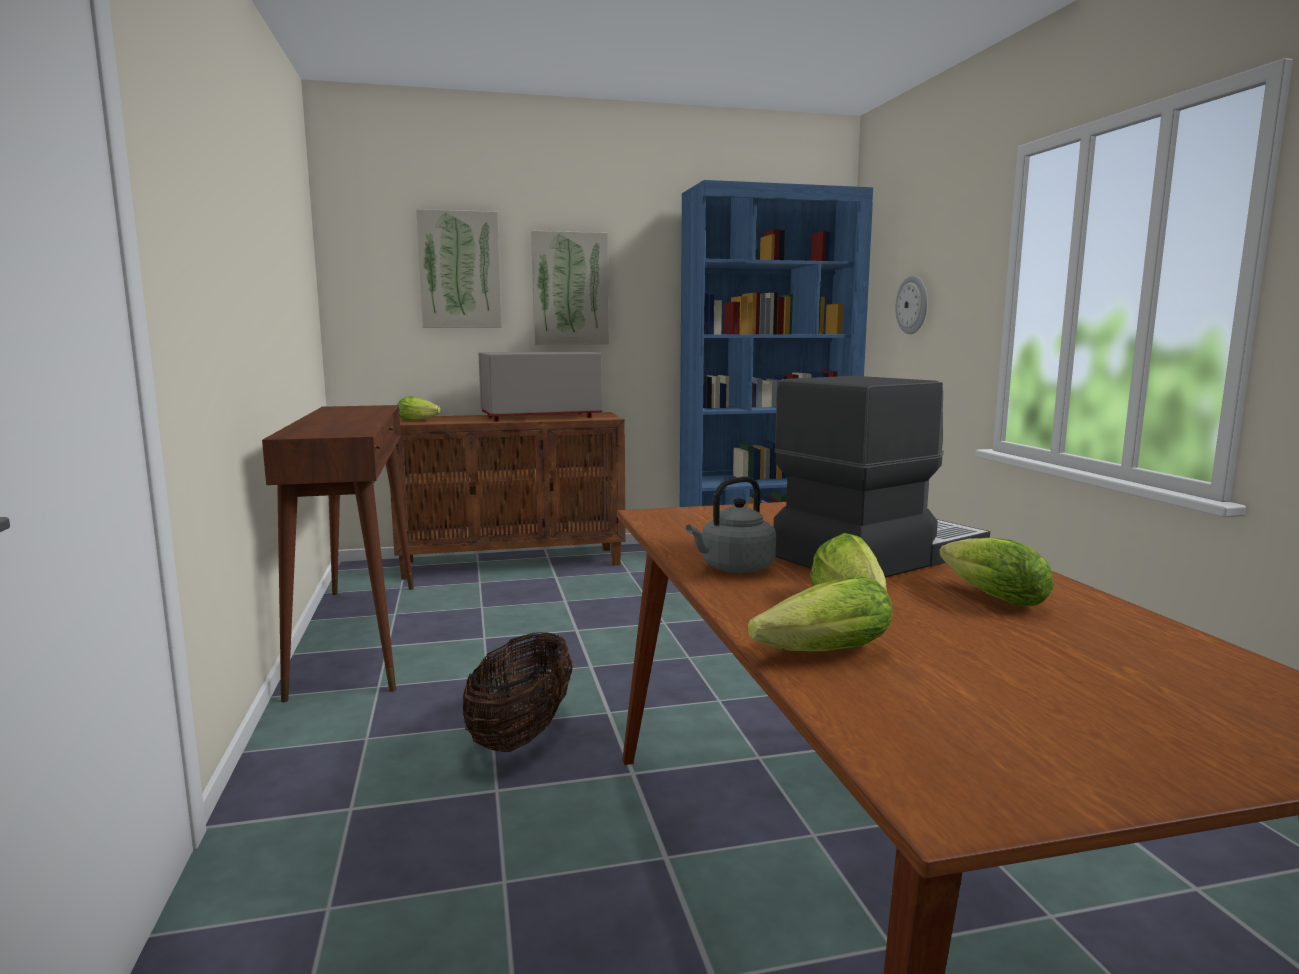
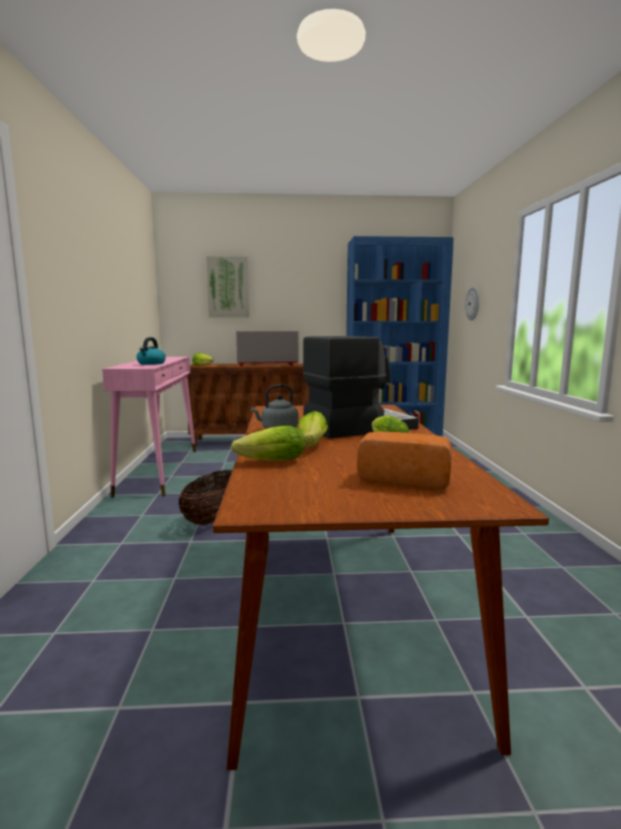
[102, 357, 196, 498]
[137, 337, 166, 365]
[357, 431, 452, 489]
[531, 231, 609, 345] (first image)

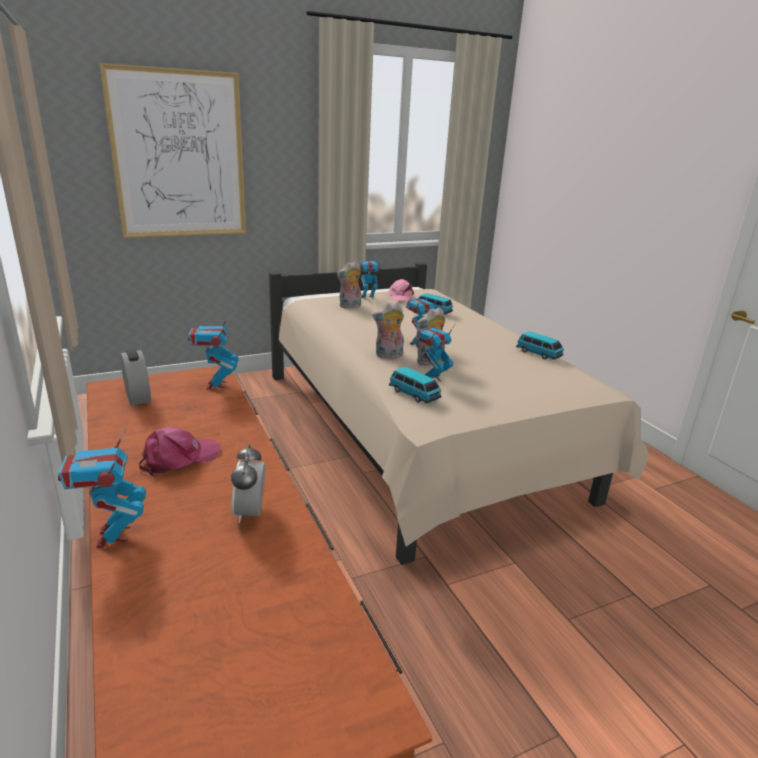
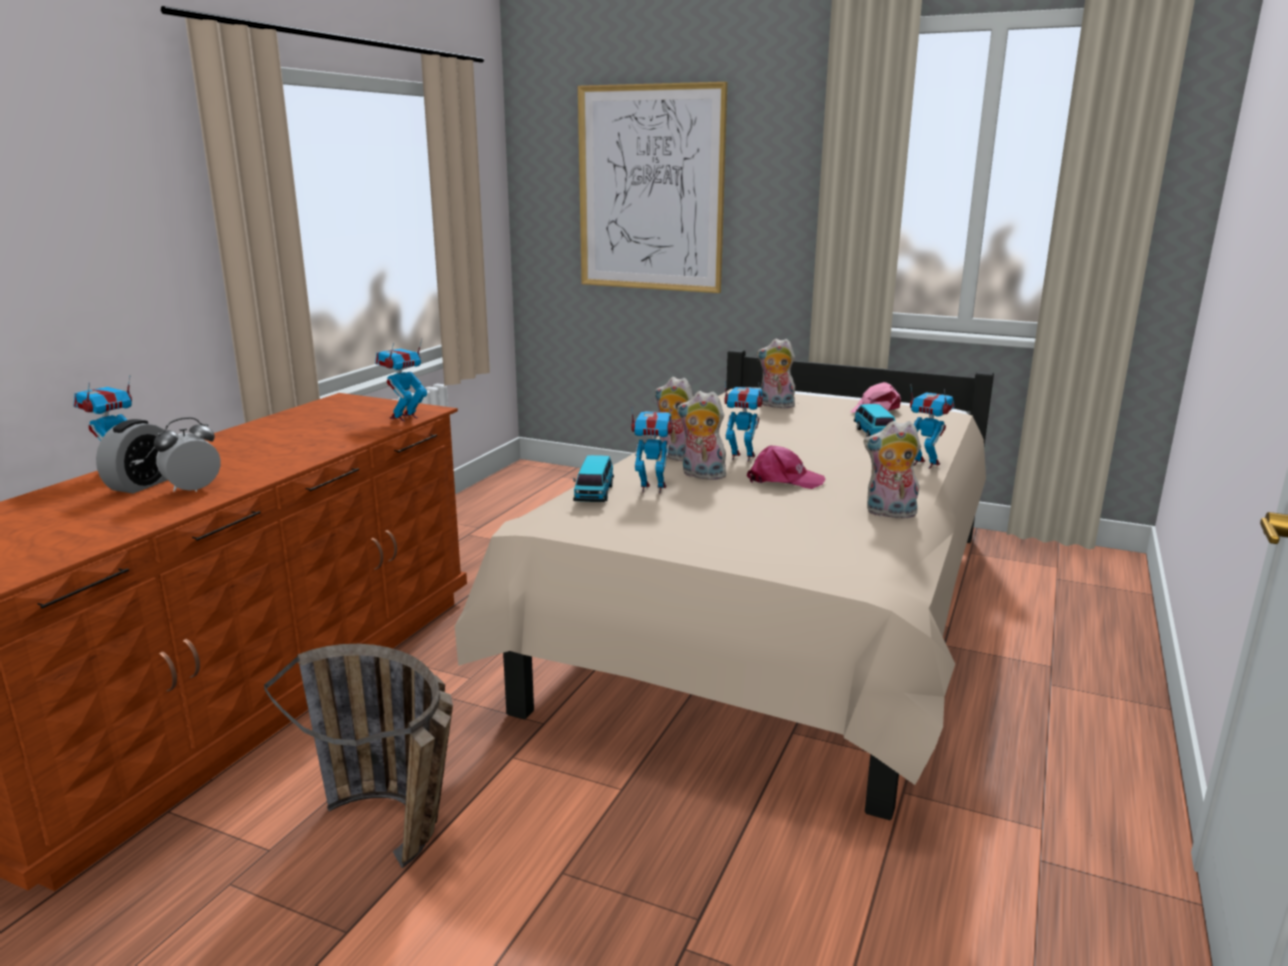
[96, 419, 167, 494]
[264, 644, 453, 868]
[747, 446, 825, 489]
[864, 421, 921, 518]
[910, 384, 955, 469]

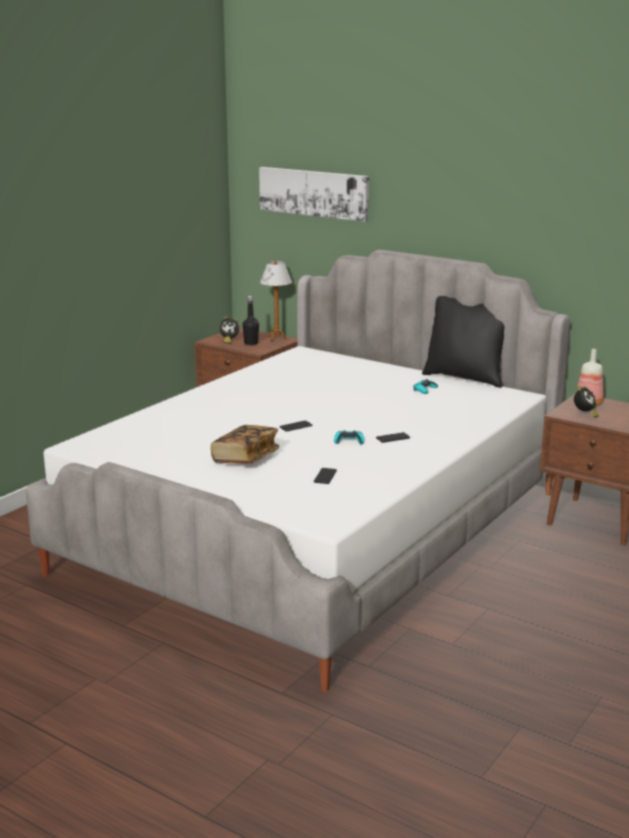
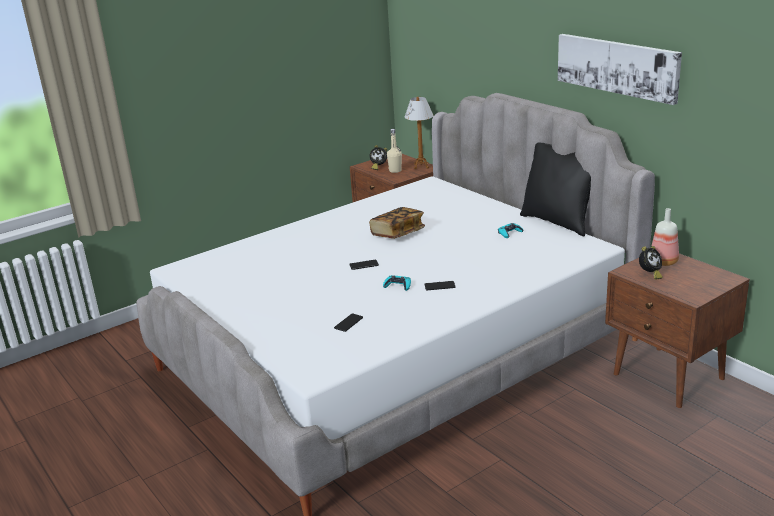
[369, 207, 425, 239]
[387, 129, 402, 173]
[558, 34, 682, 105]

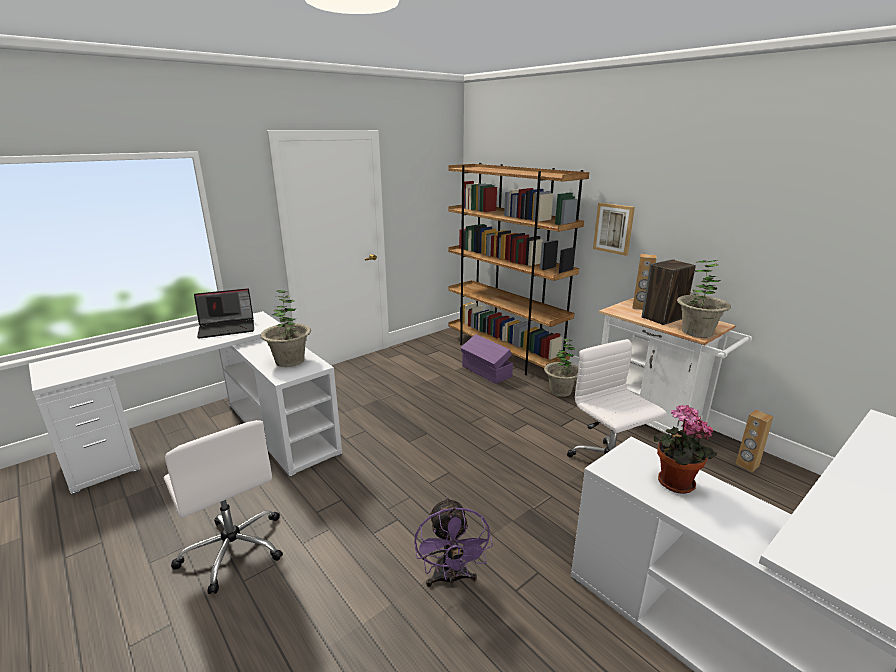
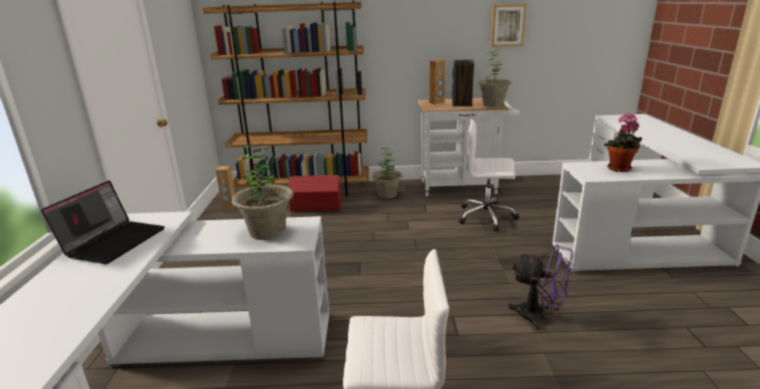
[216, 166, 235, 208]
[288, 175, 341, 212]
[491, 4, 527, 47]

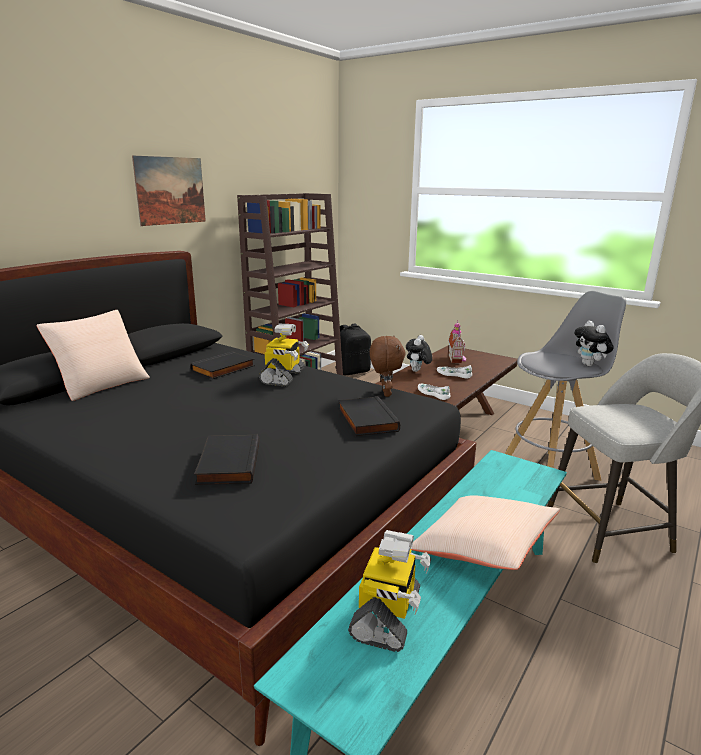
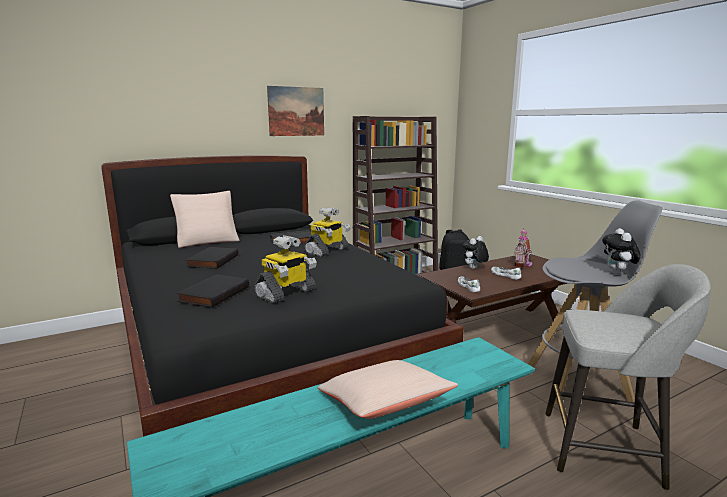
[186, 247, 239, 269]
[254, 235, 317, 303]
[370, 336, 406, 397] (first image)

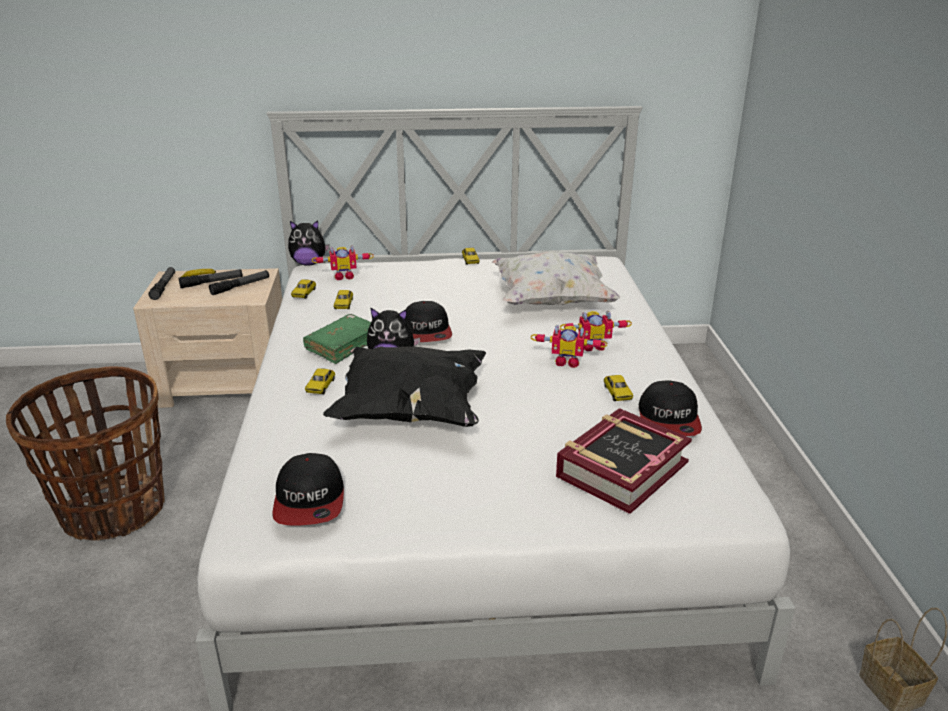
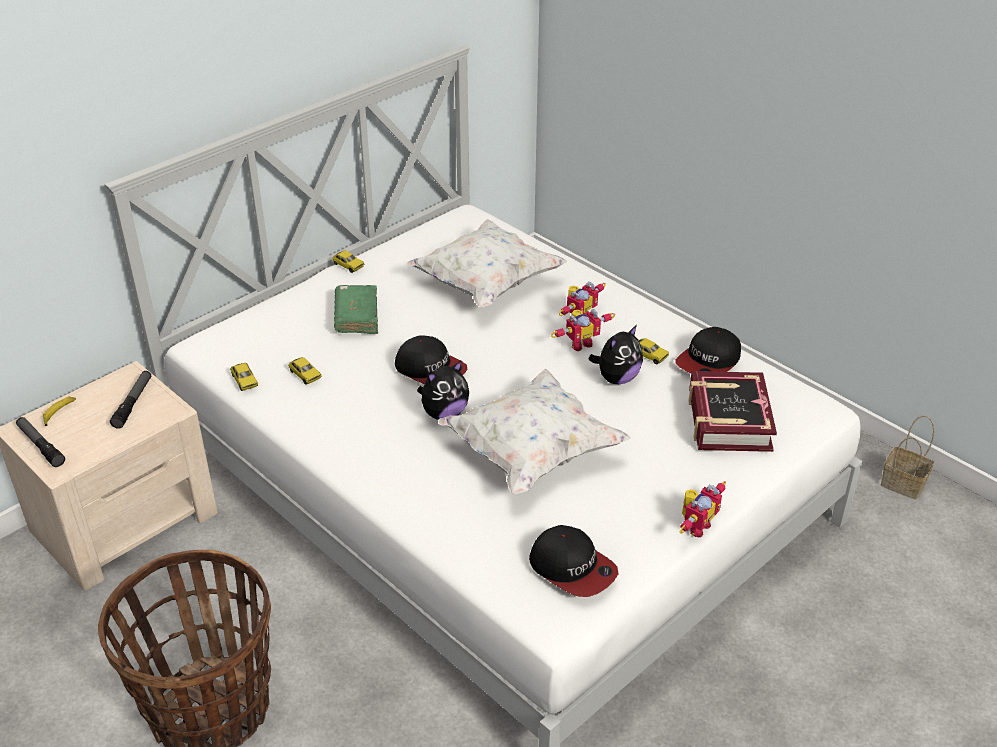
[334, 285, 378, 334]
[438, 369, 631, 494]
[588, 325, 643, 384]
[676, 327, 741, 373]
[680, 481, 726, 538]
[179, 269, 243, 288] (first image)
[305, 368, 335, 394] (first image)

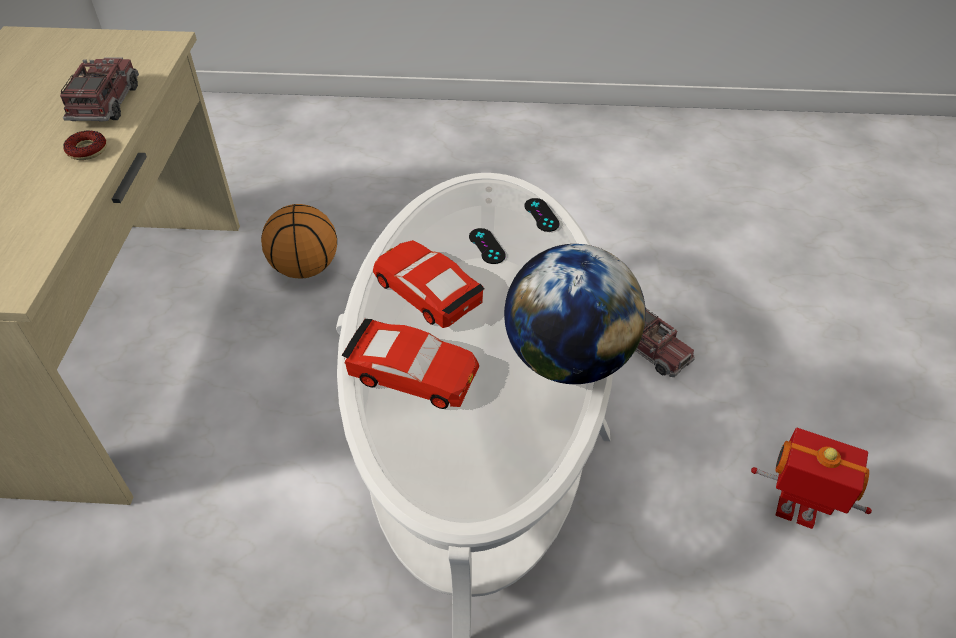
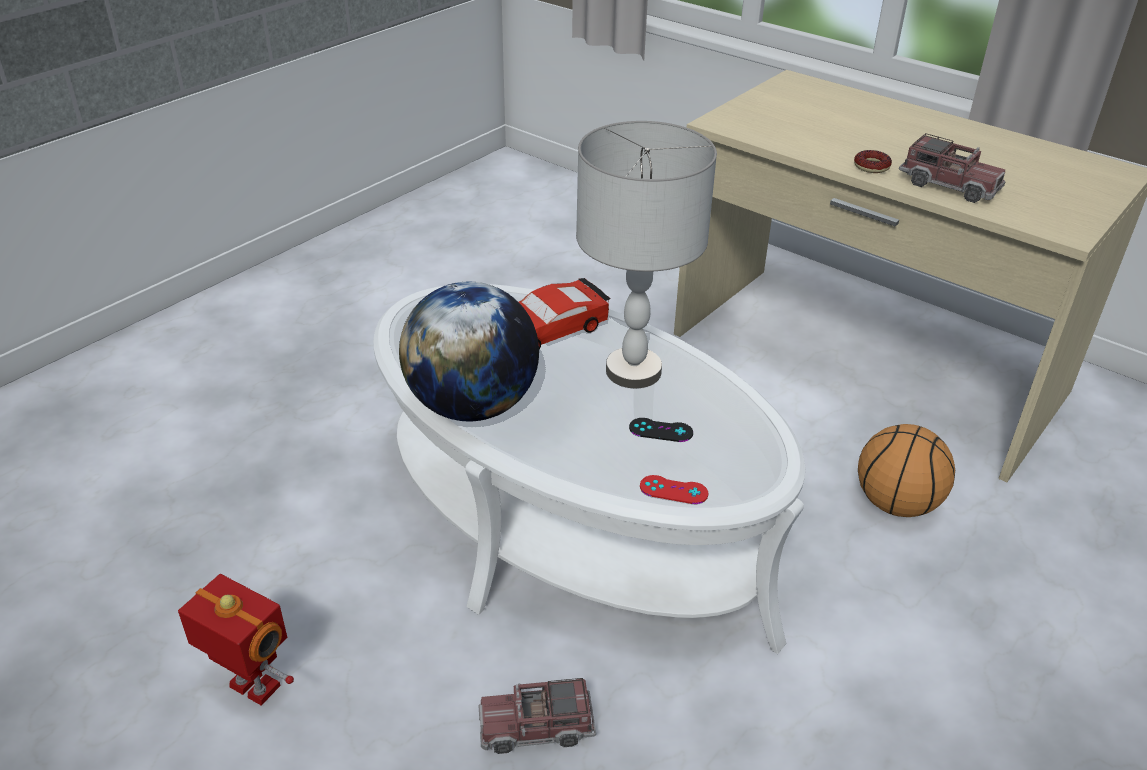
[178, 574, 294, 705]
[576, 121, 717, 388]
[640, 475, 708, 504]

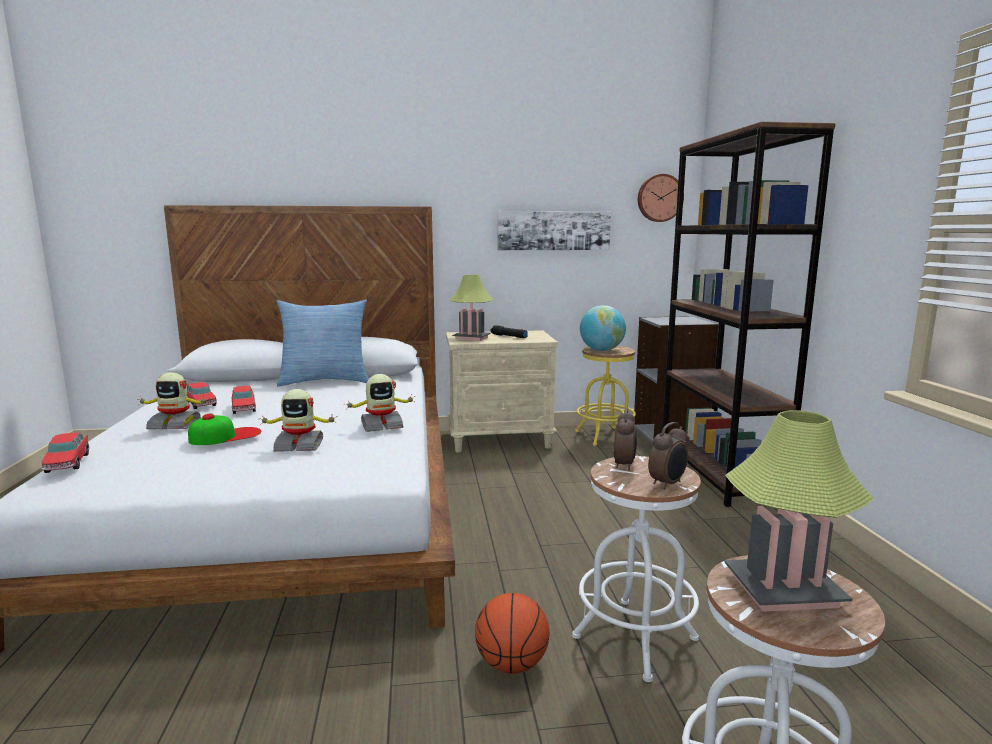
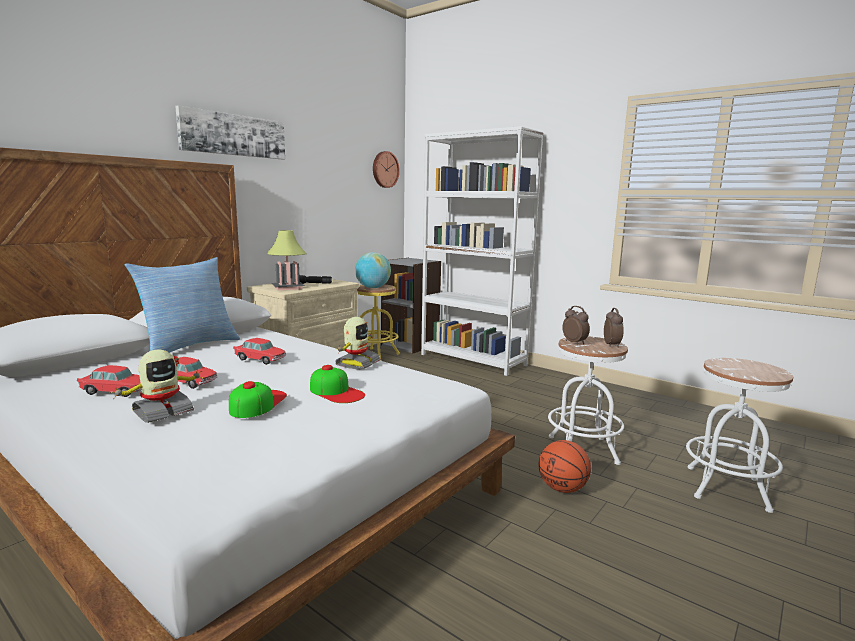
[175, 105, 285, 160]
[233, 338, 286, 365]
[310, 365, 365, 403]
[421, 126, 544, 376]
[724, 410, 874, 612] (first image)

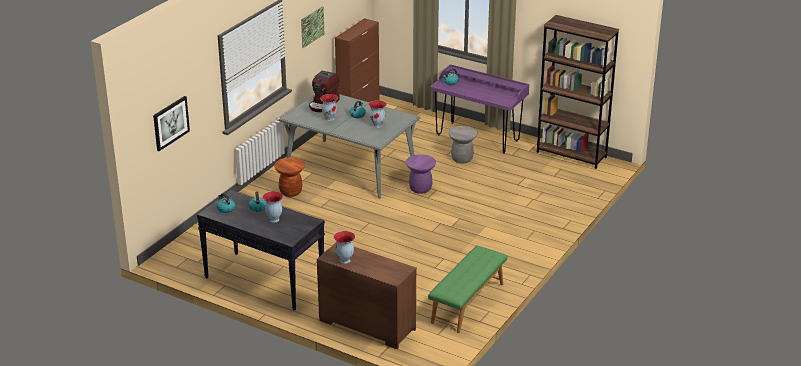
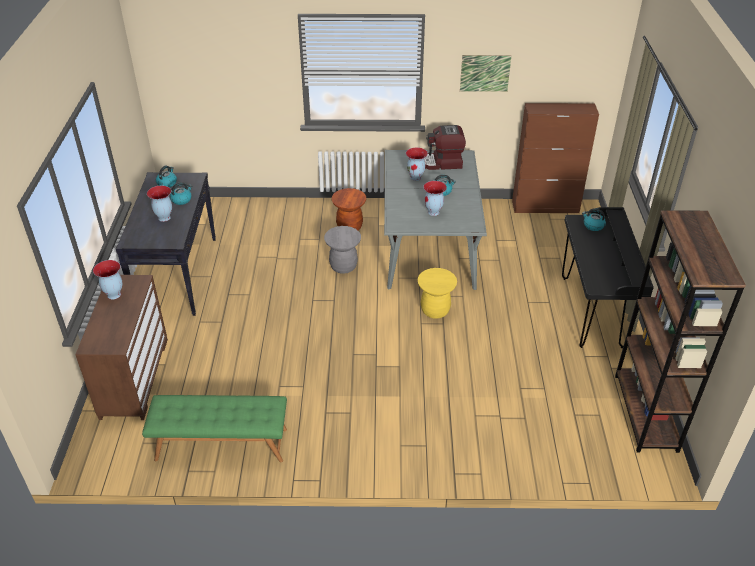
[324, 226, 361, 274]
[418, 268, 457, 319]
[562, 207, 654, 348]
[153, 96, 190, 151] (first image)

